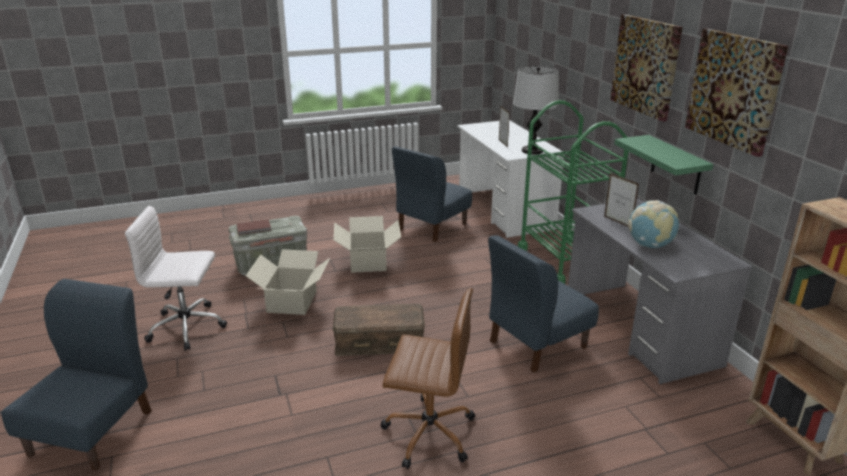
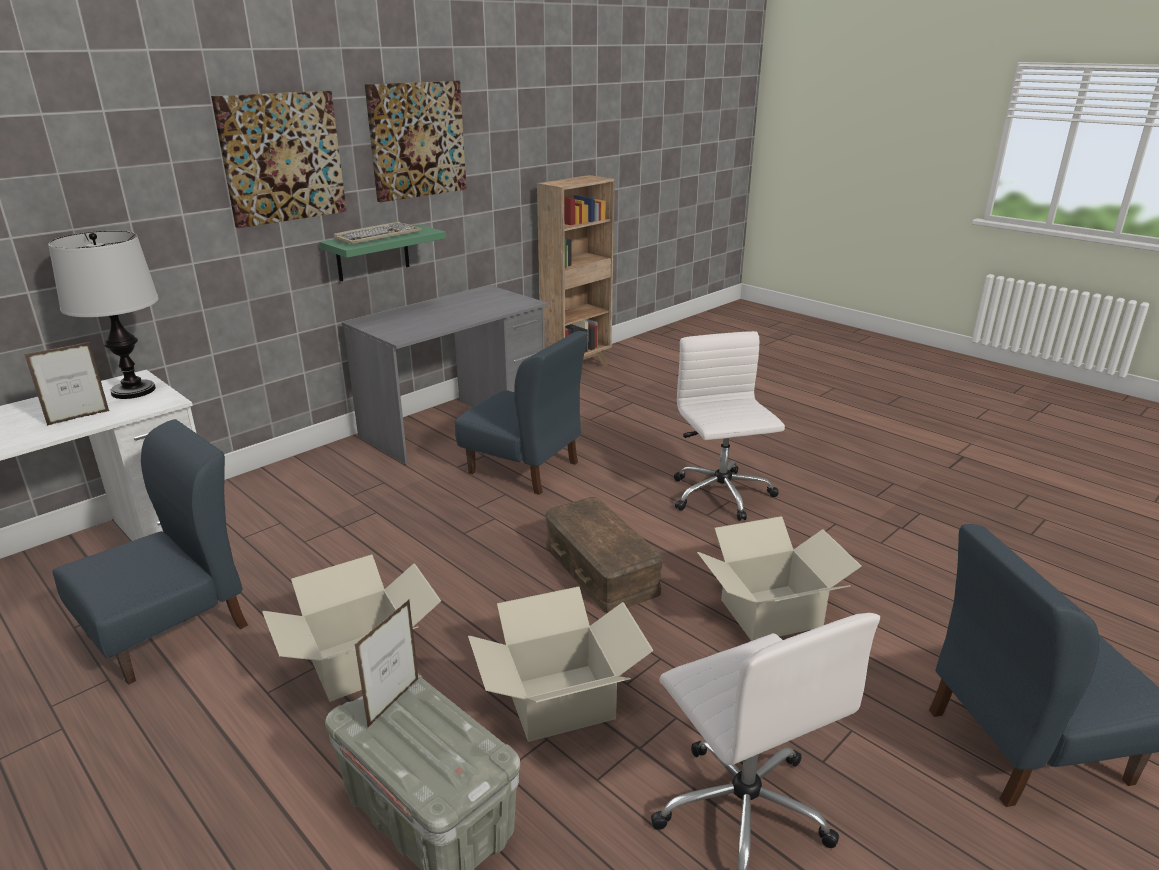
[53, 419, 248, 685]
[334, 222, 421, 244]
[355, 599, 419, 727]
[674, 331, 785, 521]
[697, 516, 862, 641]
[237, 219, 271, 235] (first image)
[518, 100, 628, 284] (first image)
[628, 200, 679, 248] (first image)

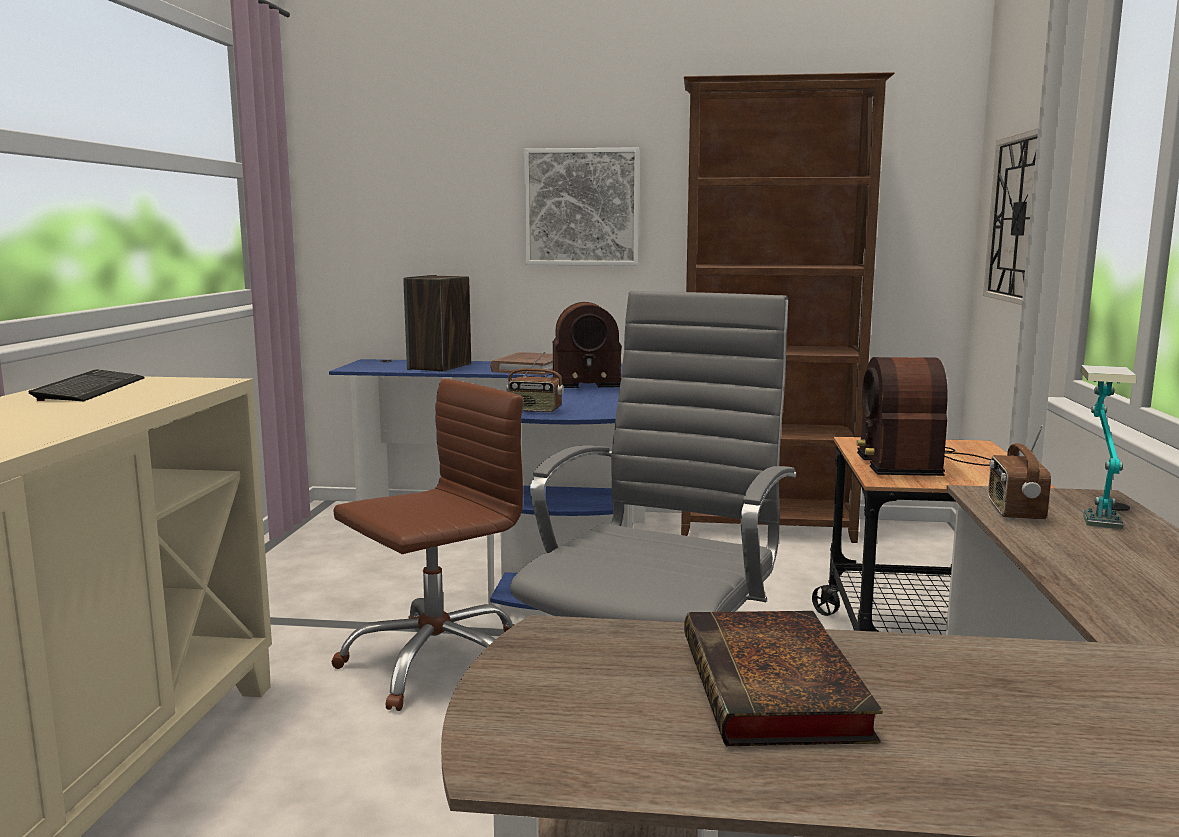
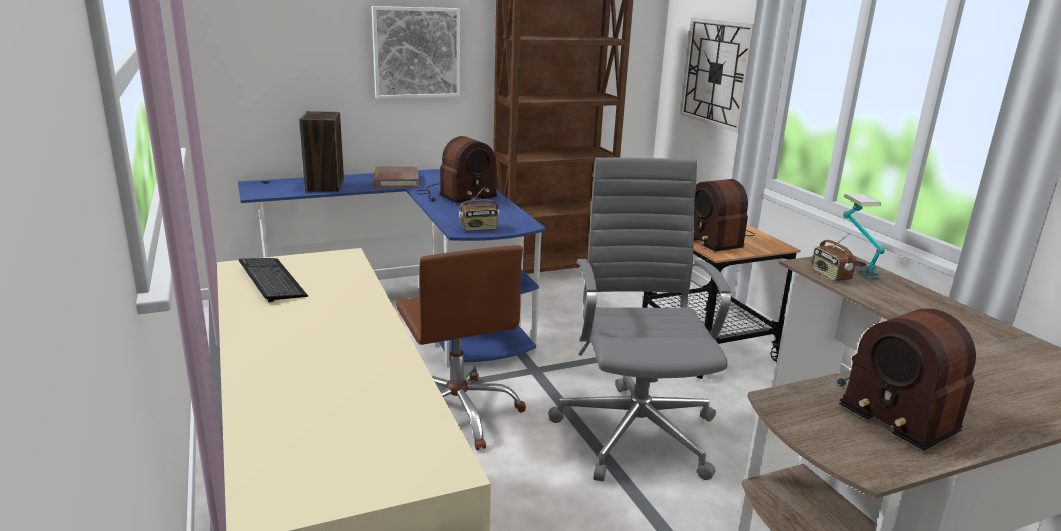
[396, 245, 526, 450]
[837, 308, 976, 450]

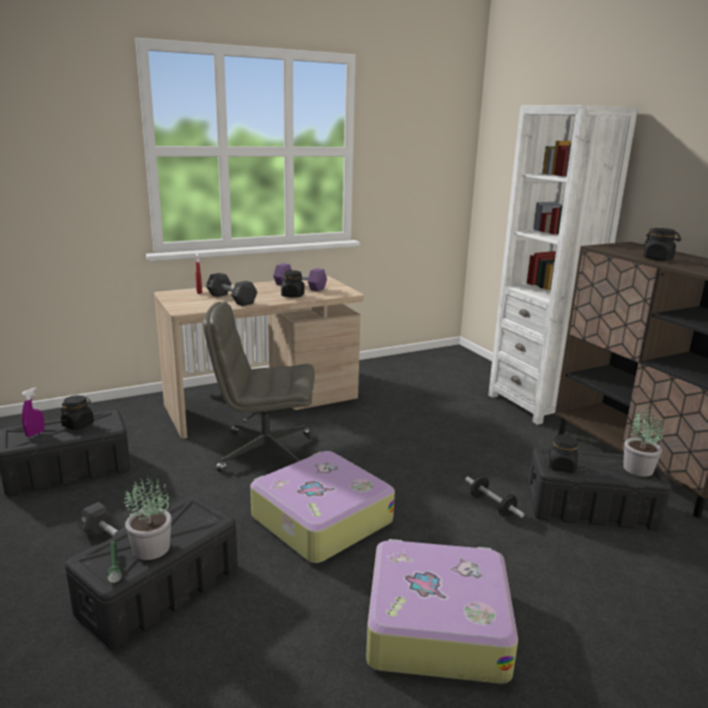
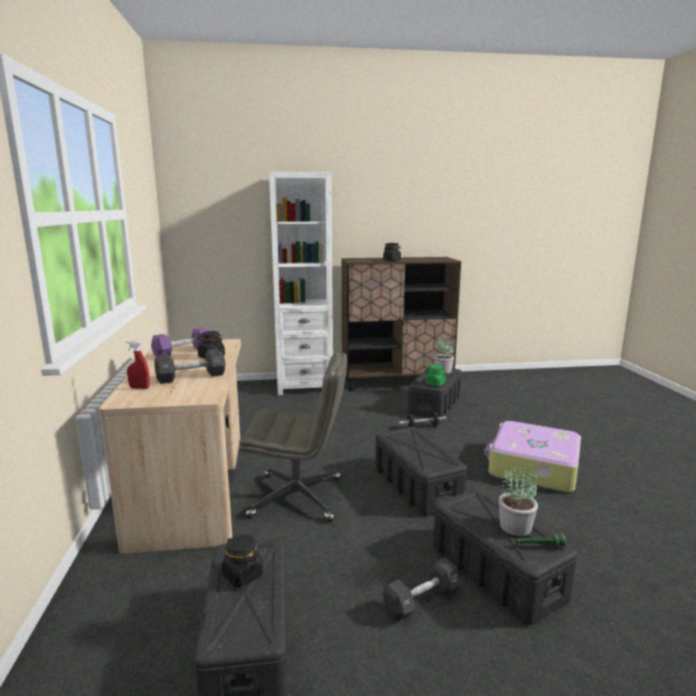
[239, 352, 347, 522]
[375, 427, 467, 516]
[426, 365, 447, 386]
[22, 387, 45, 437] (first image)

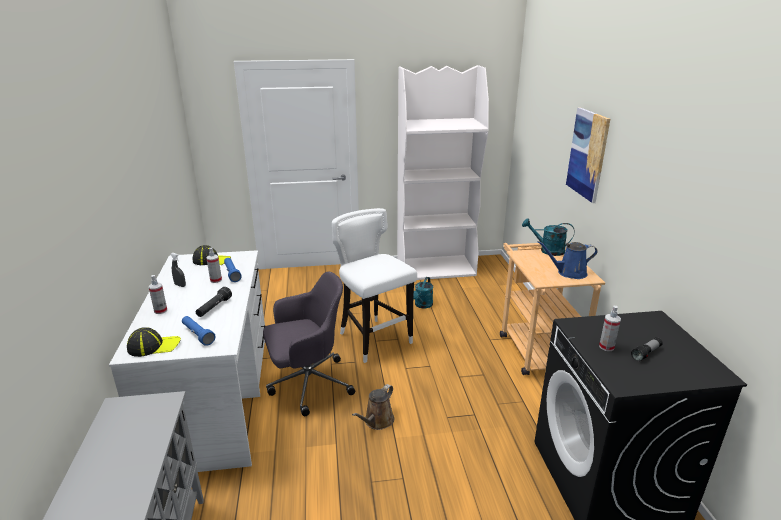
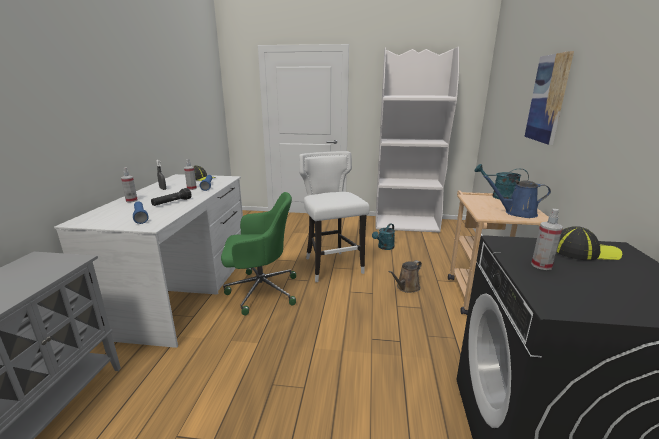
[221, 192, 296, 315]
[388, 260, 422, 293]
[557, 226, 622, 260]
[631, 337, 663, 362] (first image)

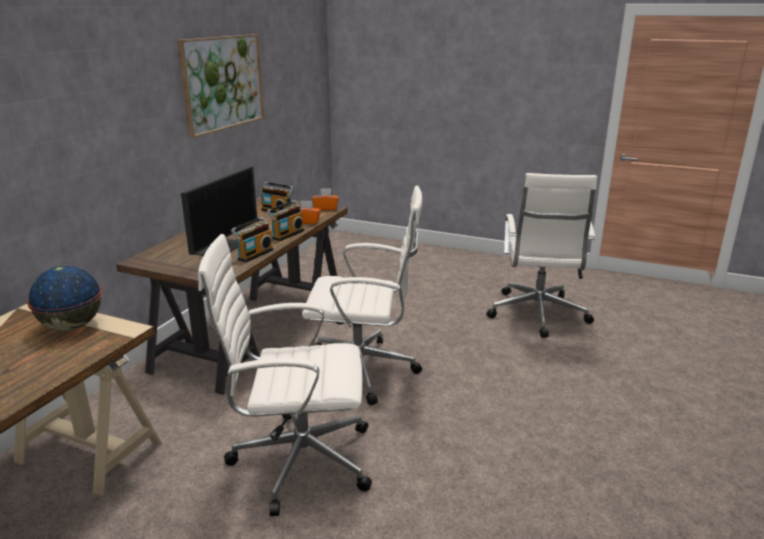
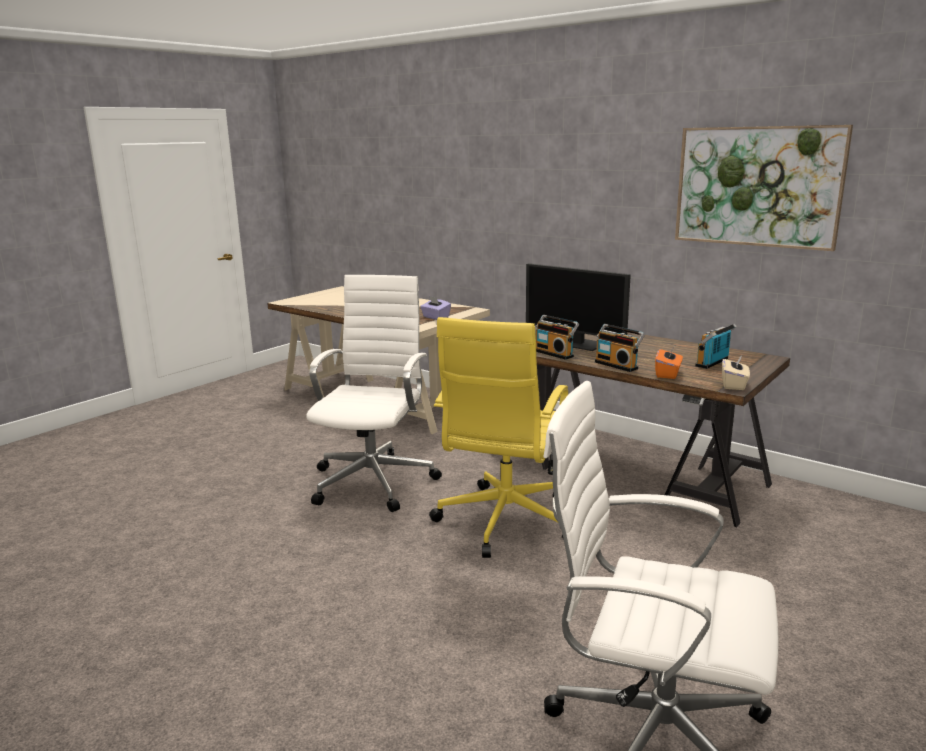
[420, 296, 451, 320]
[429, 317, 568, 558]
[722, 354, 750, 390]

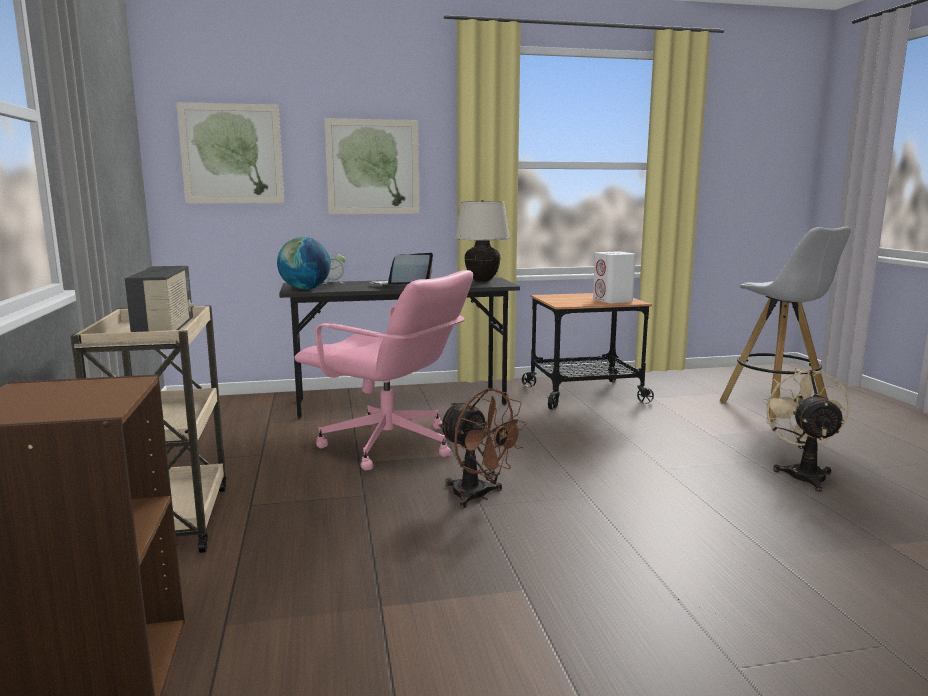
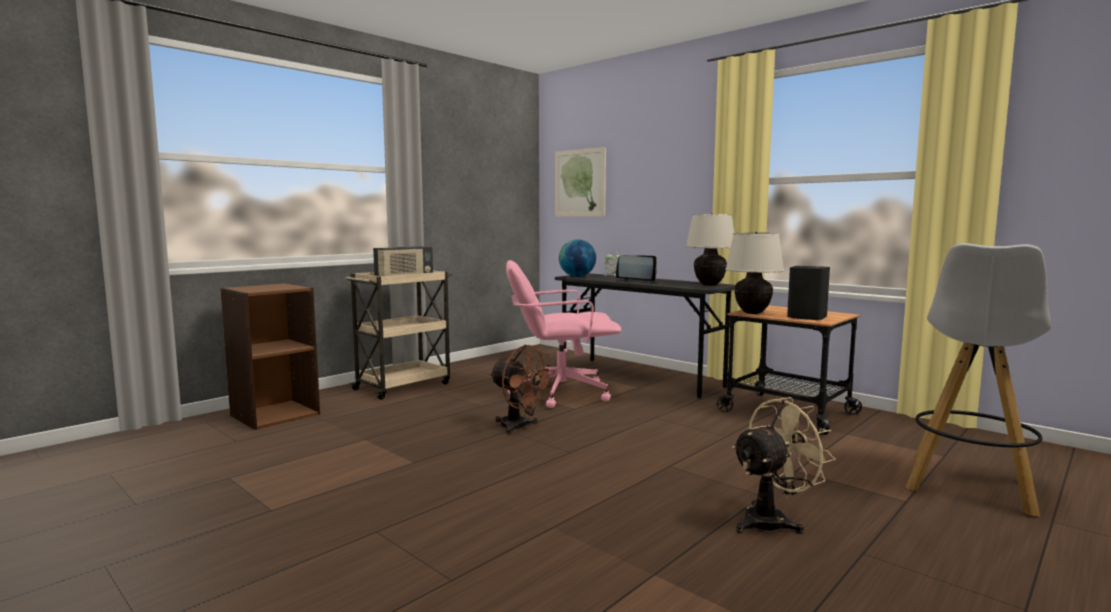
[489, 345, 555, 435]
[506, 260, 622, 408]
[725, 232, 785, 314]
[787, 266, 830, 320]
[324, 118, 420, 214] (first image)

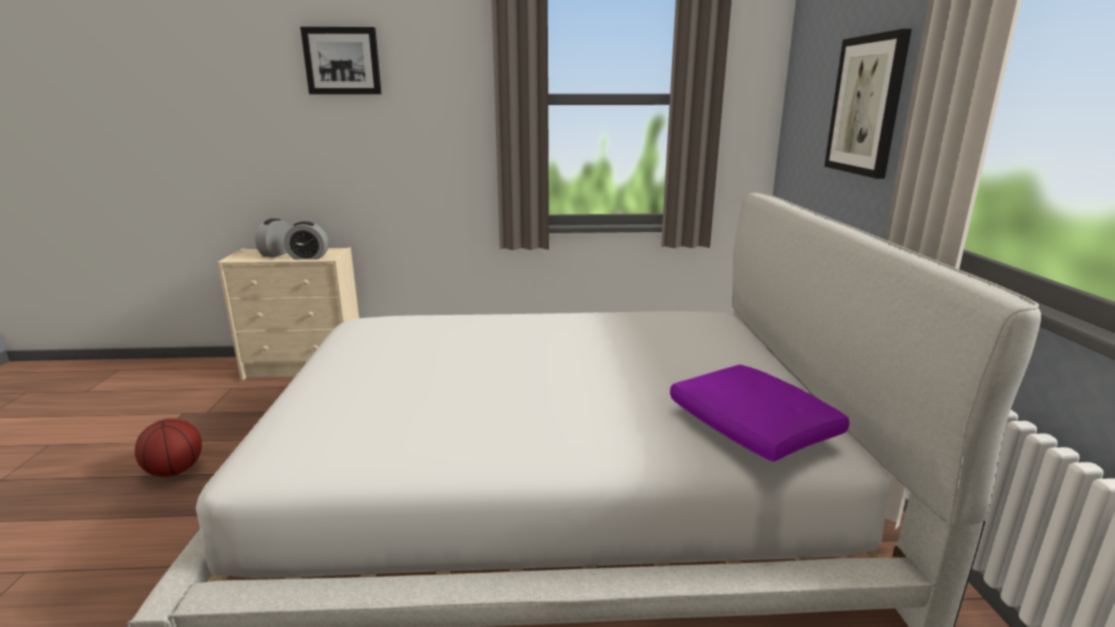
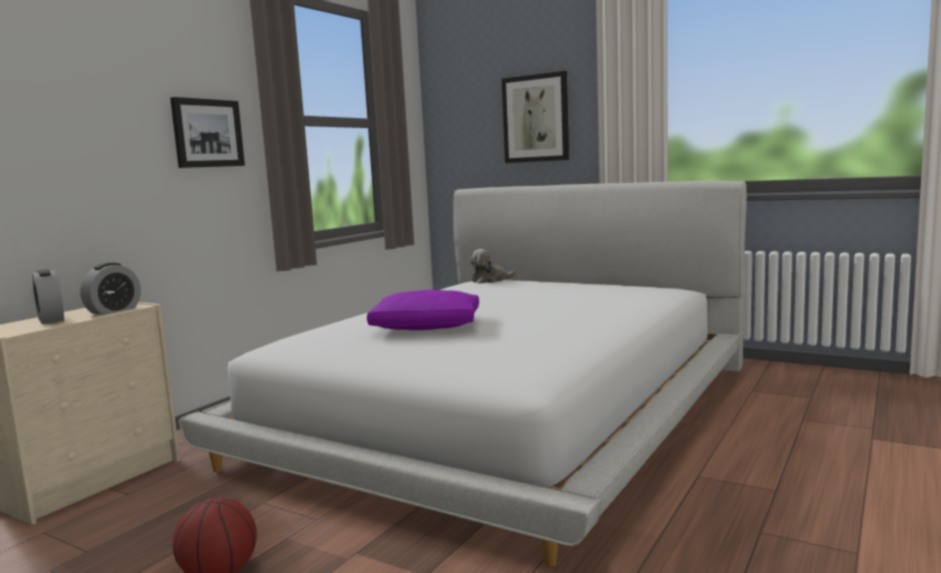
[170, 97, 245, 168]
[367, 290, 479, 330]
[469, 249, 516, 283]

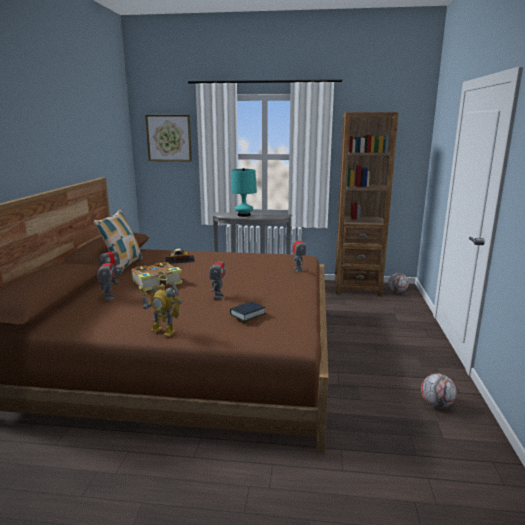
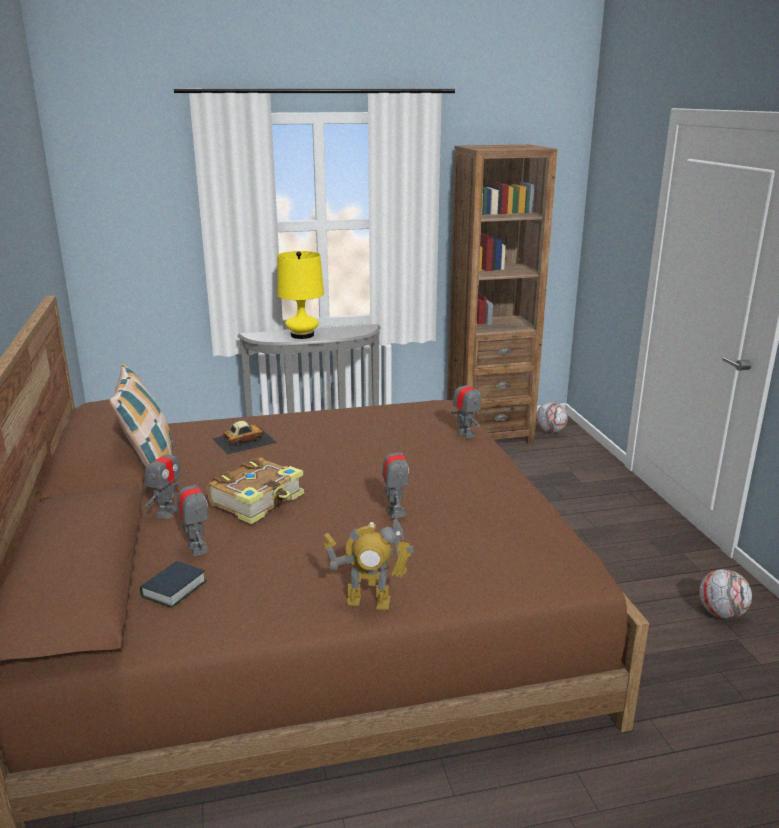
[140, 561, 207, 608]
[277, 251, 324, 339]
[145, 115, 192, 161] (first image)

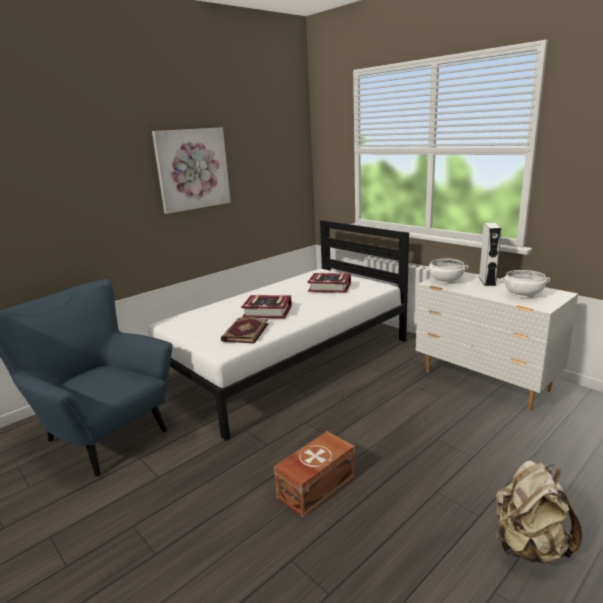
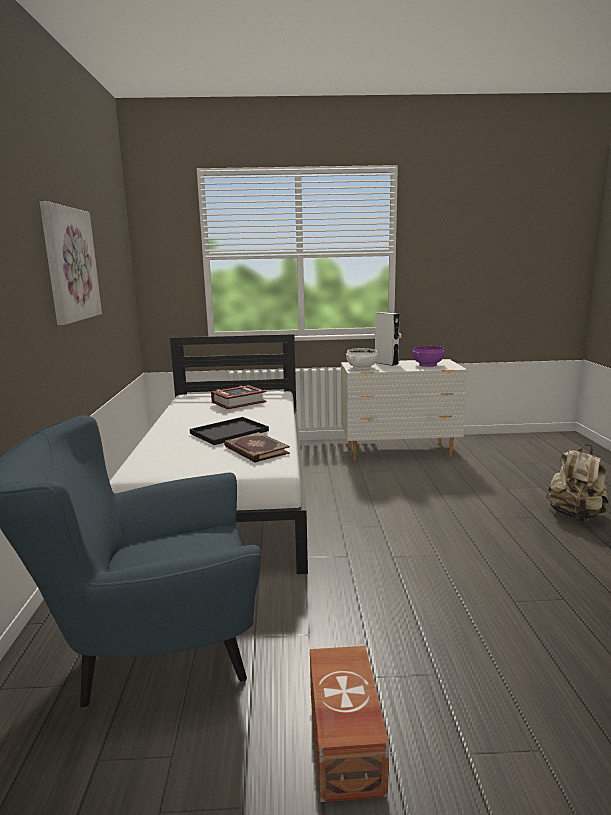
[190, 417, 269, 445]
[310, 646, 389, 802]
[413, 346, 445, 367]

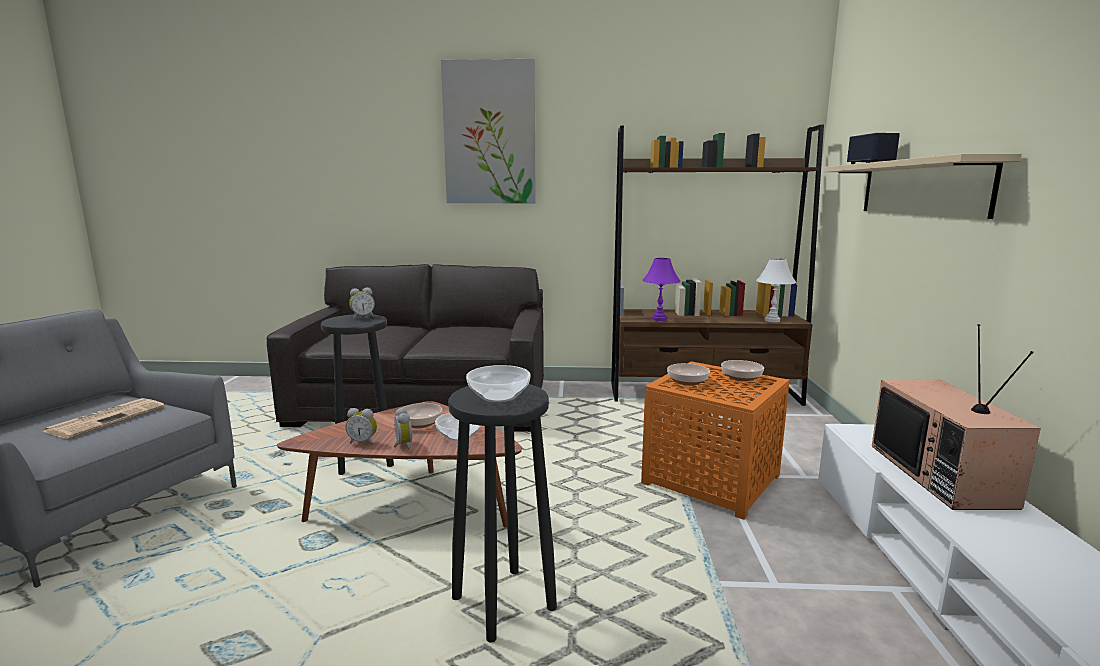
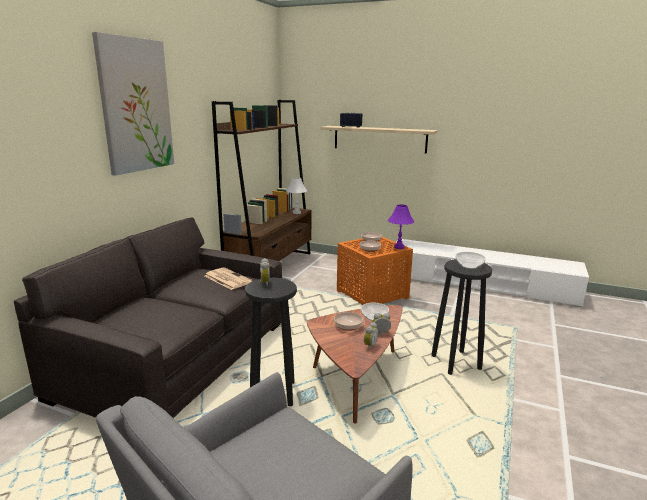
[205, 267, 253, 290]
[388, 205, 414, 249]
[872, 324, 1041, 510] (first image)

